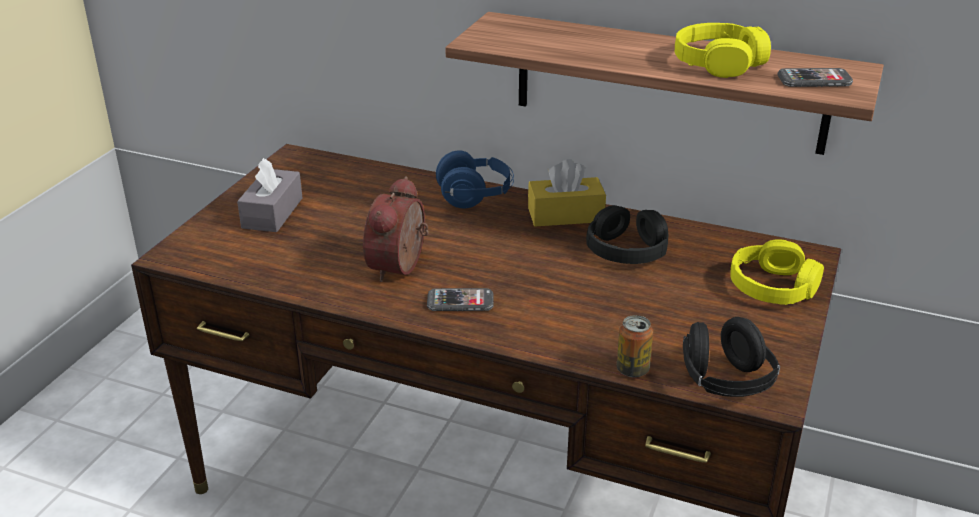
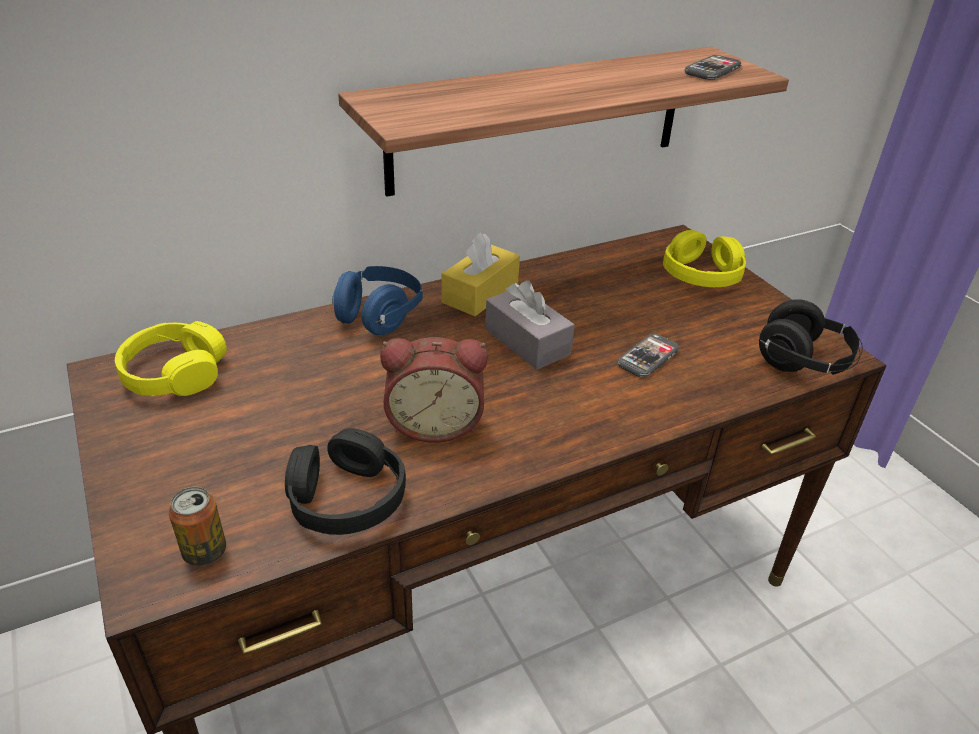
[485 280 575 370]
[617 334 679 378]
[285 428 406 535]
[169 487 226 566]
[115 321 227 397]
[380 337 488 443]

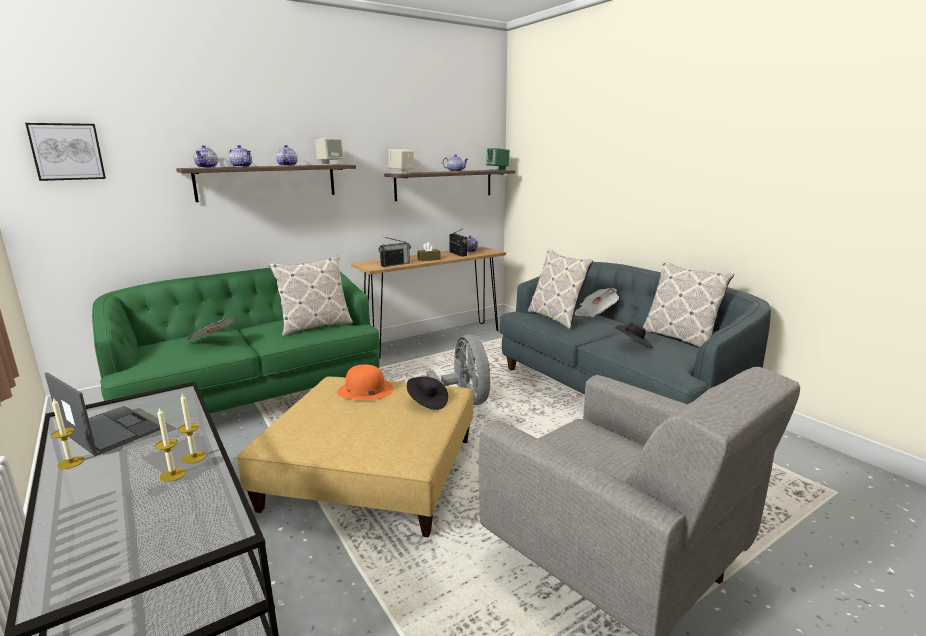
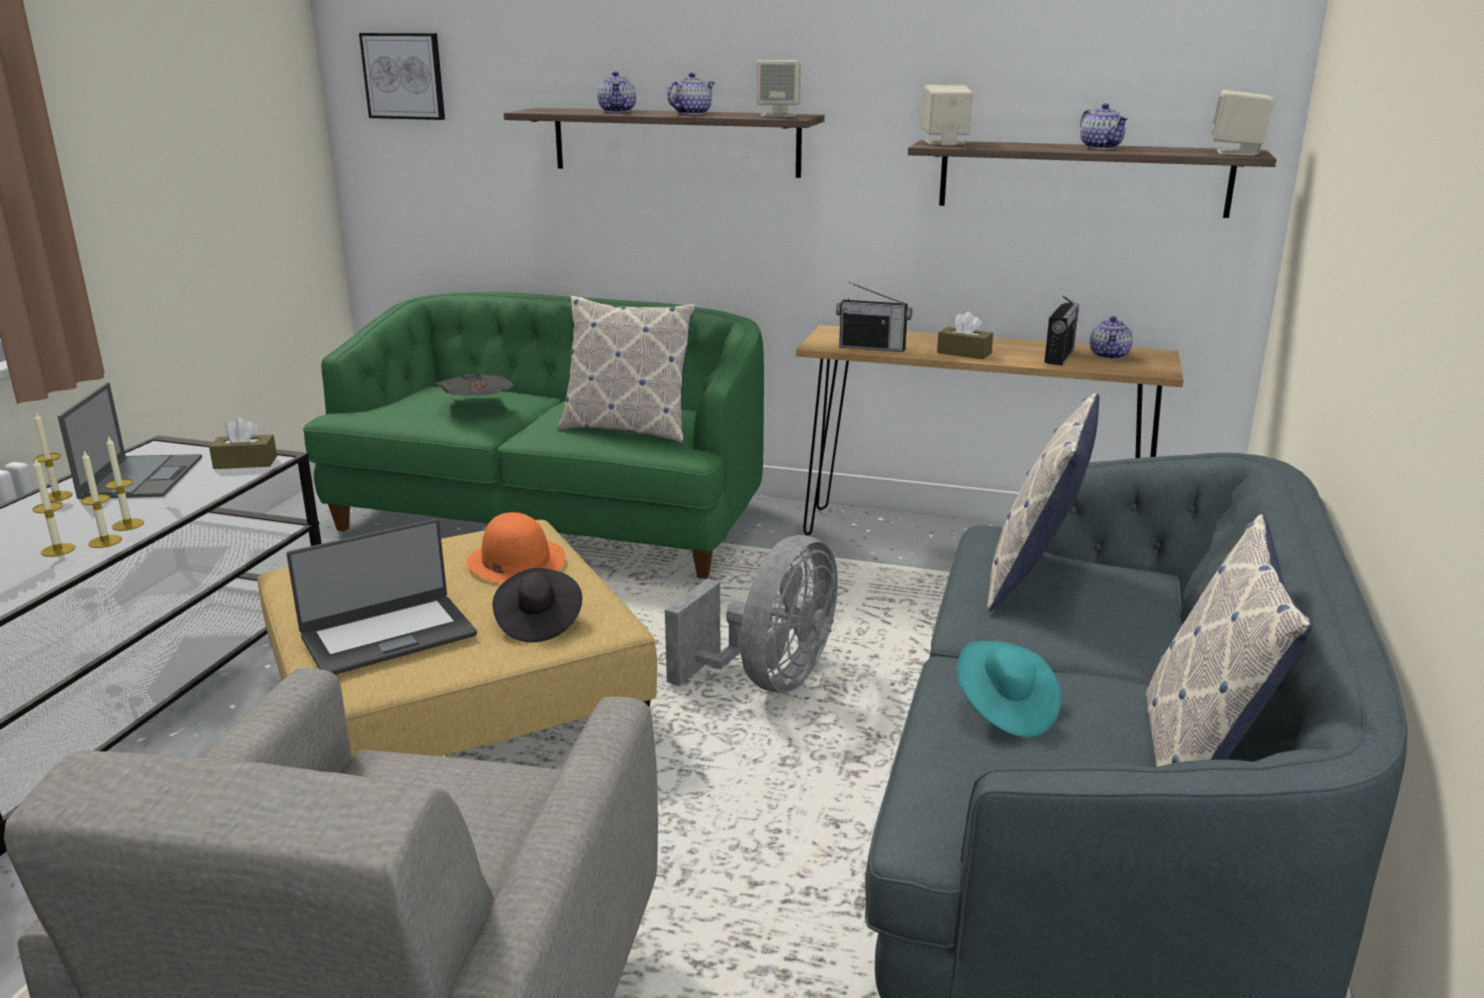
[194 145 218 168] (first image)
[575 288 619 317] (first image)
[105 436 144 531]
[209 417 277 469]
[287 519 477 675]
[1210 90 1274 155]
[957 641 1061 737]

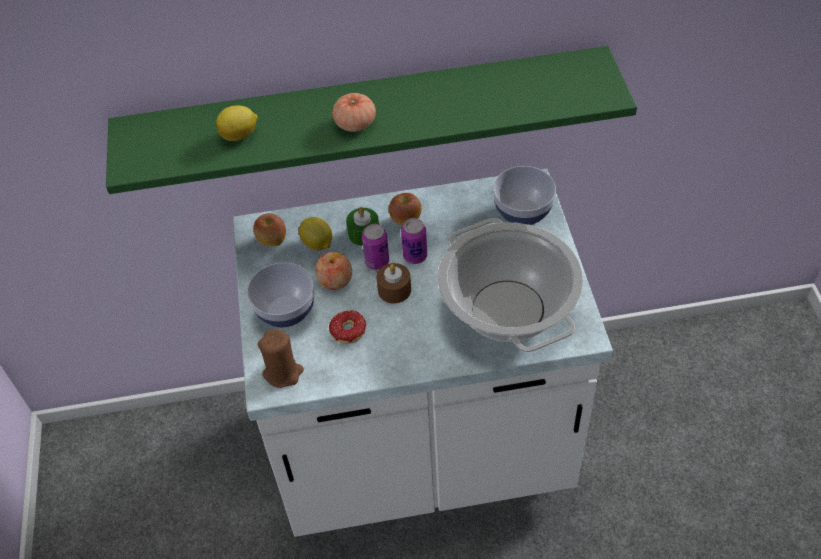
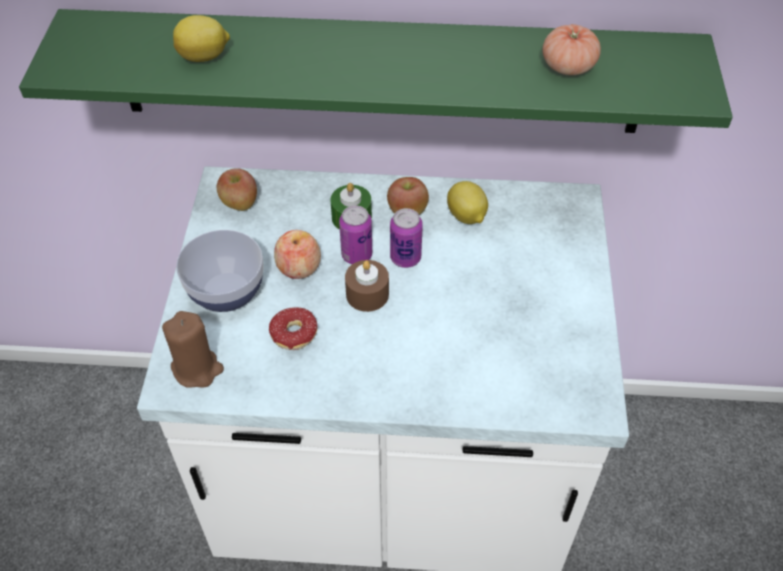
[438 218 583 352] (first image)
[493 166 556 225] (first image)
[447 181 488 224]
[542 24 601 75]

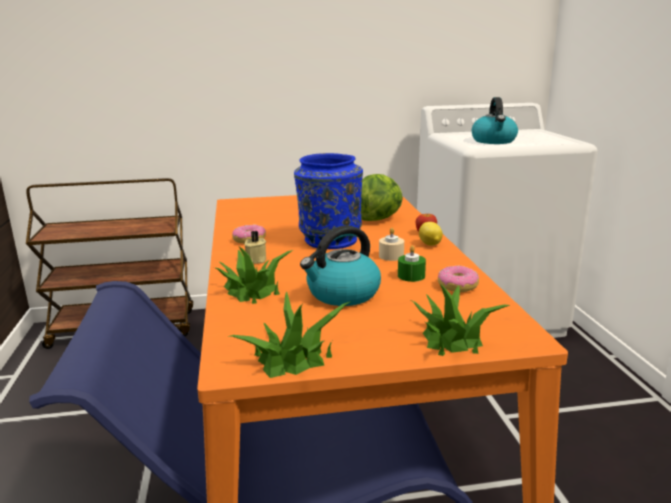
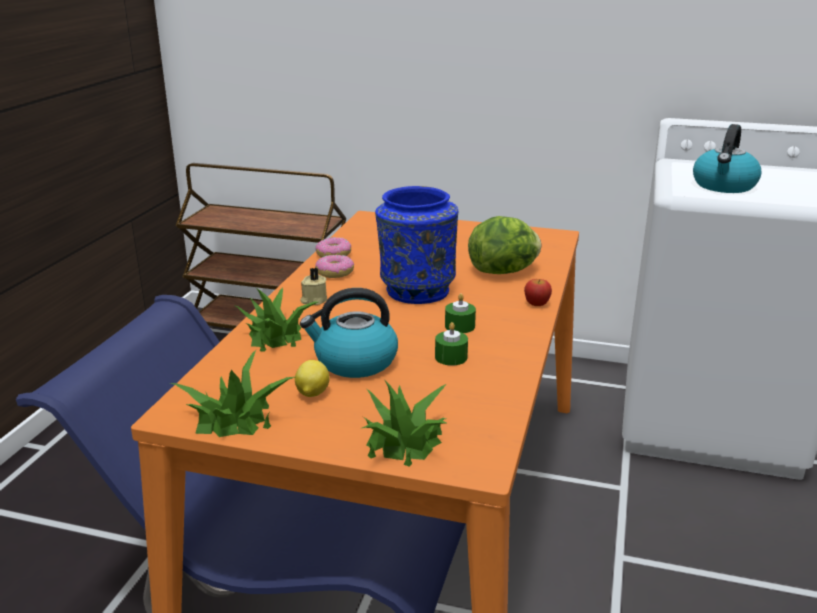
[295 360 330 397]
[316 237 351 258]
[445 293 476 333]

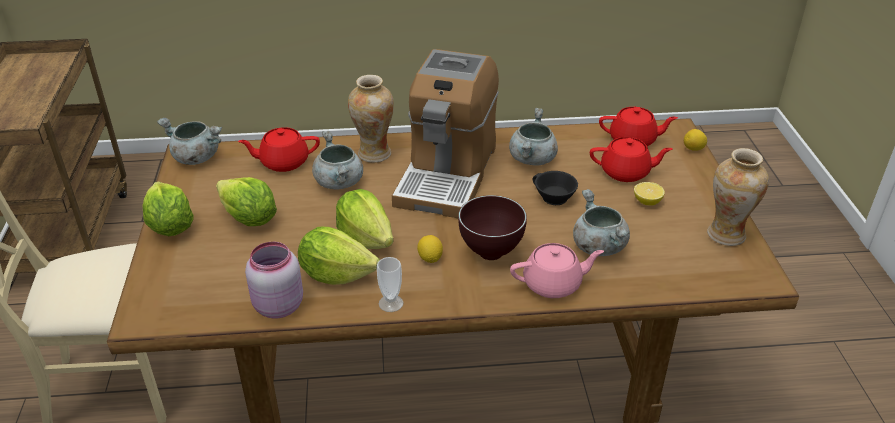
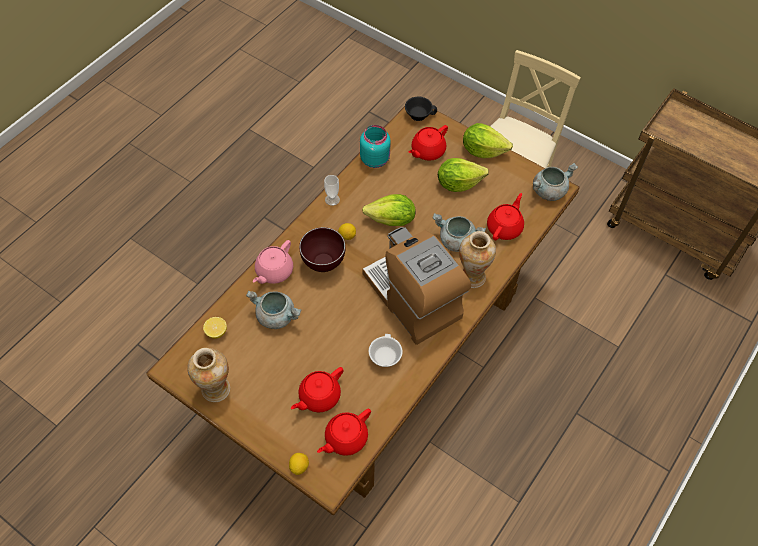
[298 227 380 285] (first image)
[409 125 448 161]
[405 96 437 121]
[203 317 227 339]
[369 334 402 367]
[360 125 391 168]

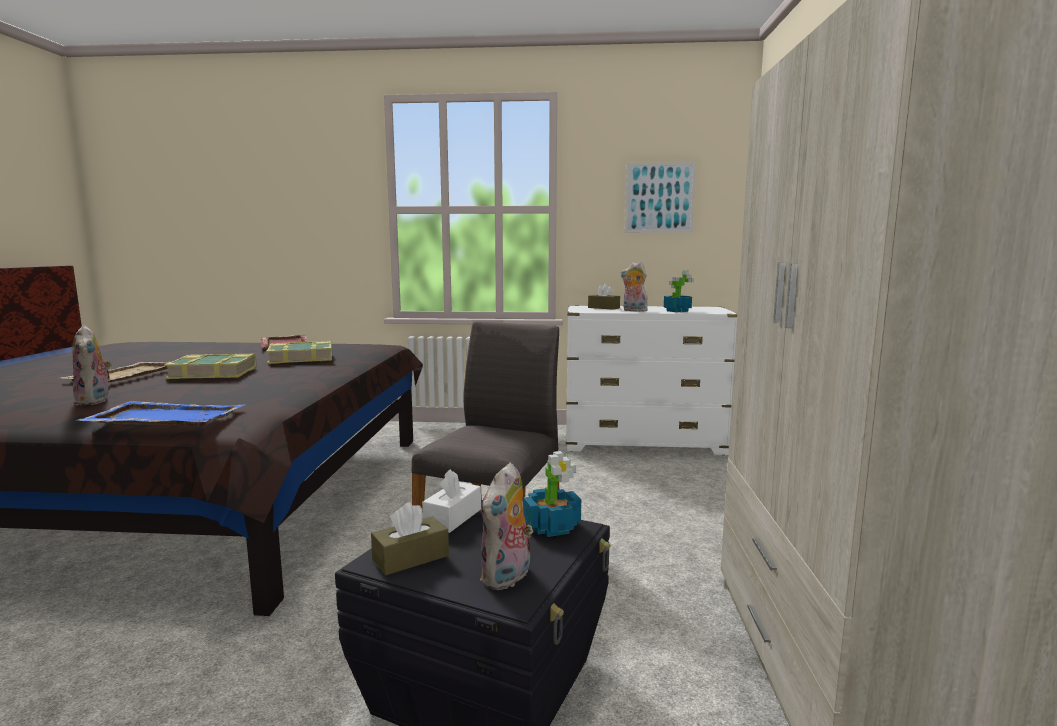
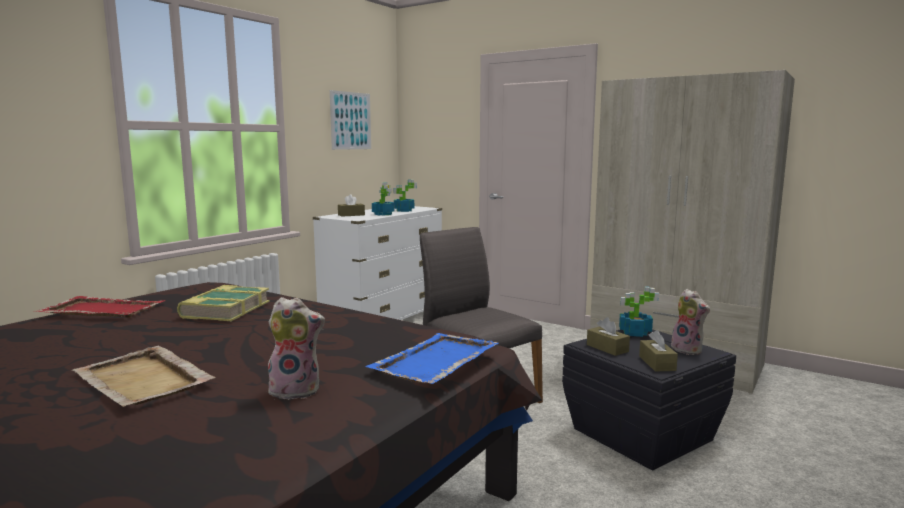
[164 354 256 379] (first image)
[372 182 395 216]
[587 317 630 356]

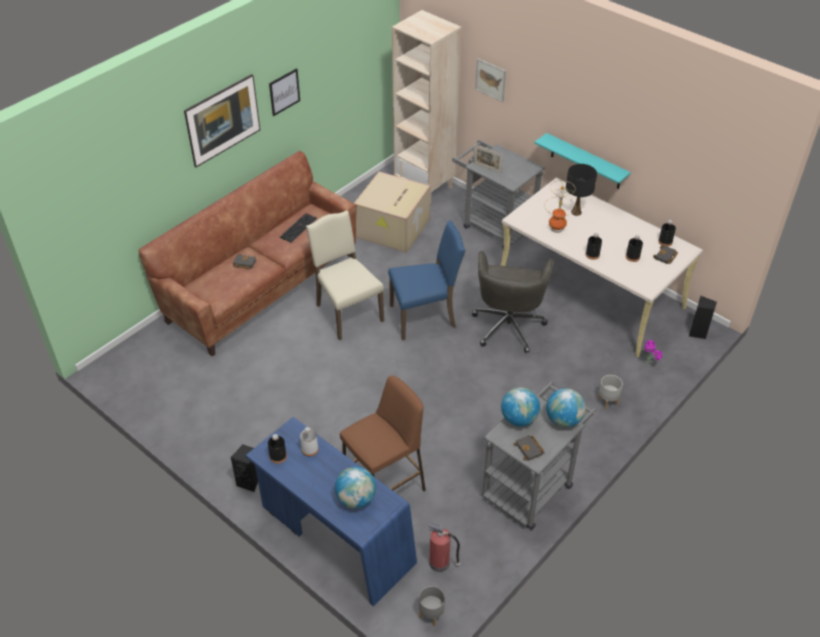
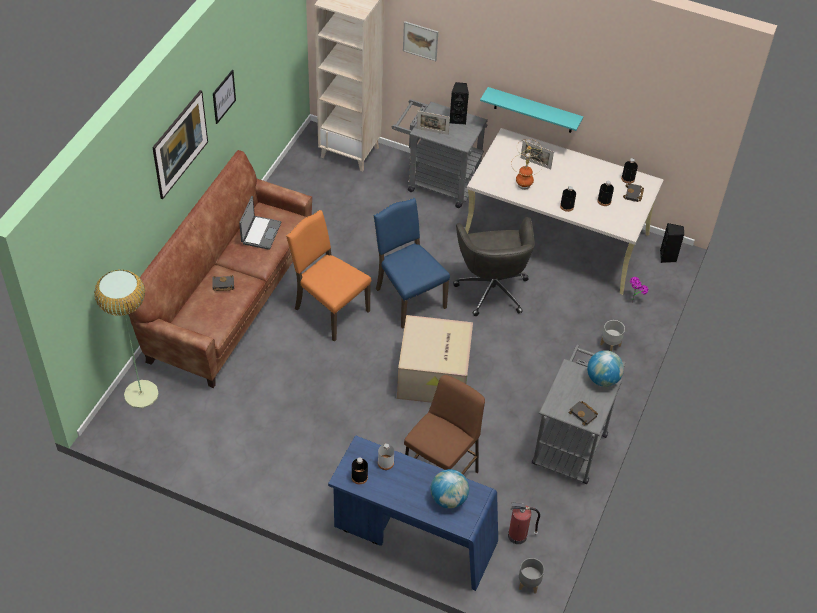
[501 387 540 427] (first image)
[94 269 159 408]
[450 82 469 125]
[397 315 473 403]
[239 196 282 250]
[521 140 554 169]
[286 210 371 342]
[373 198 450 329]

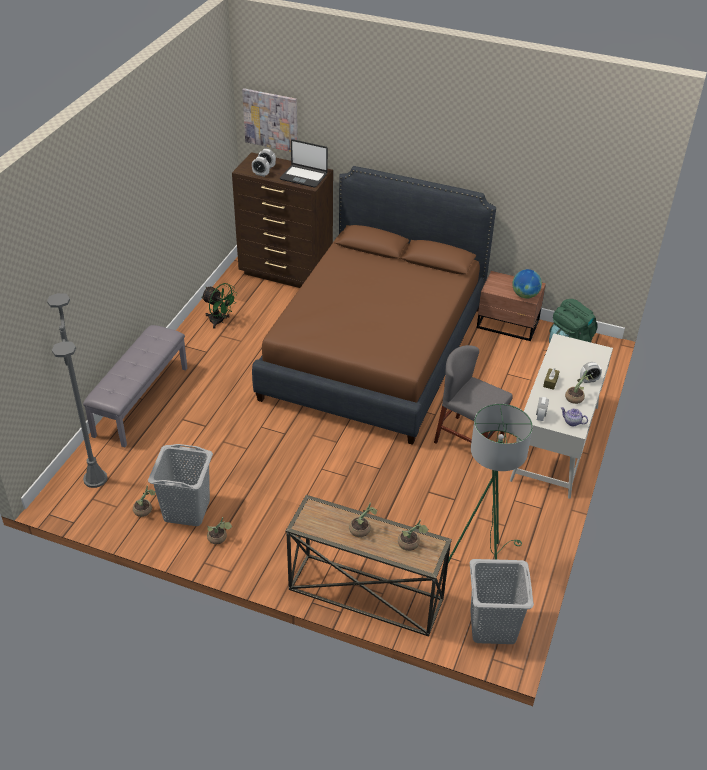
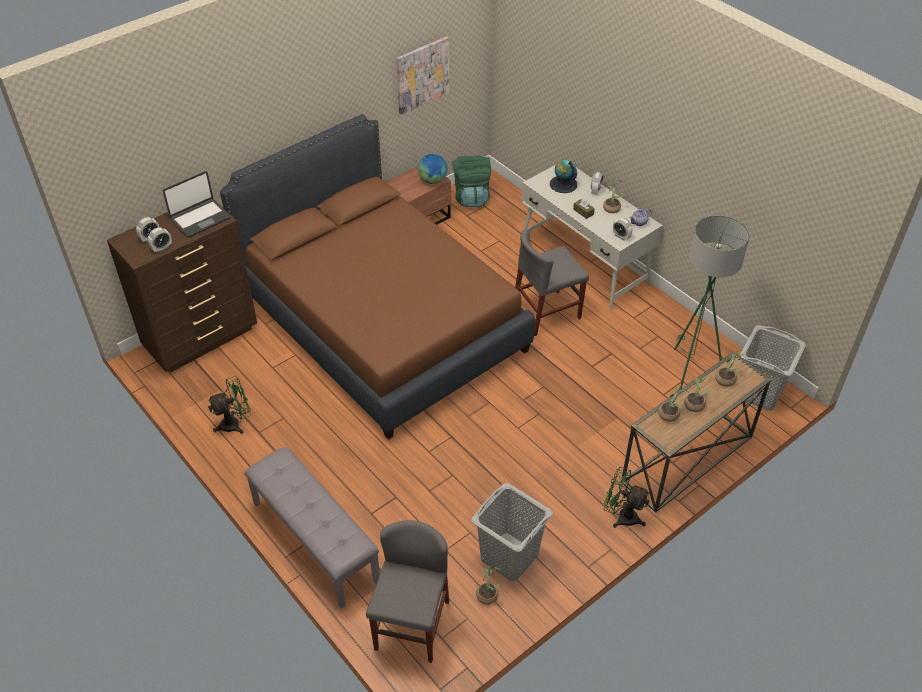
[550 159 577 193]
[604 467 650 528]
[658 385 690 422]
[396 36 449 115]
[366 520 449 663]

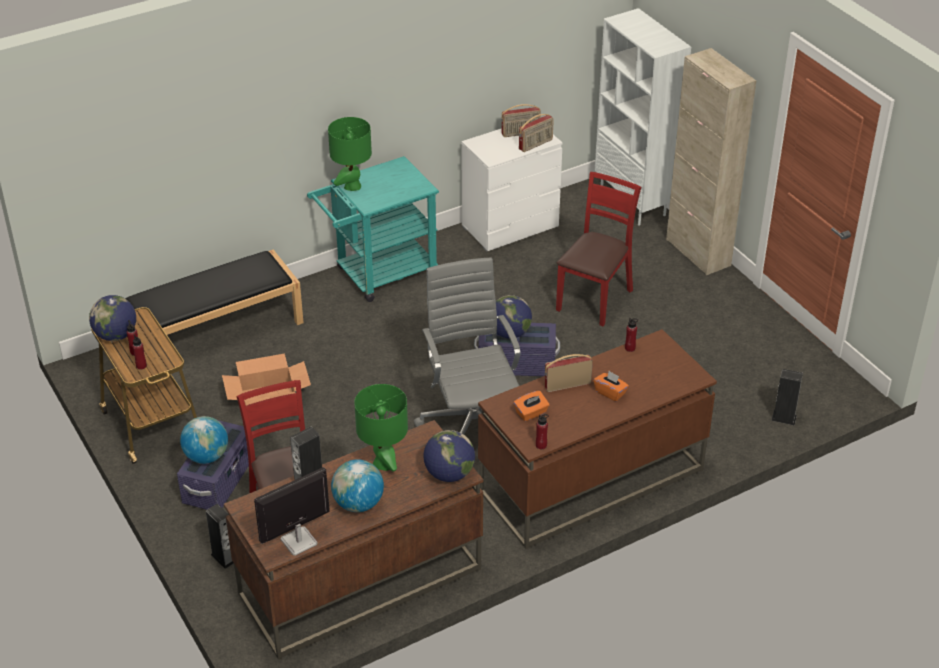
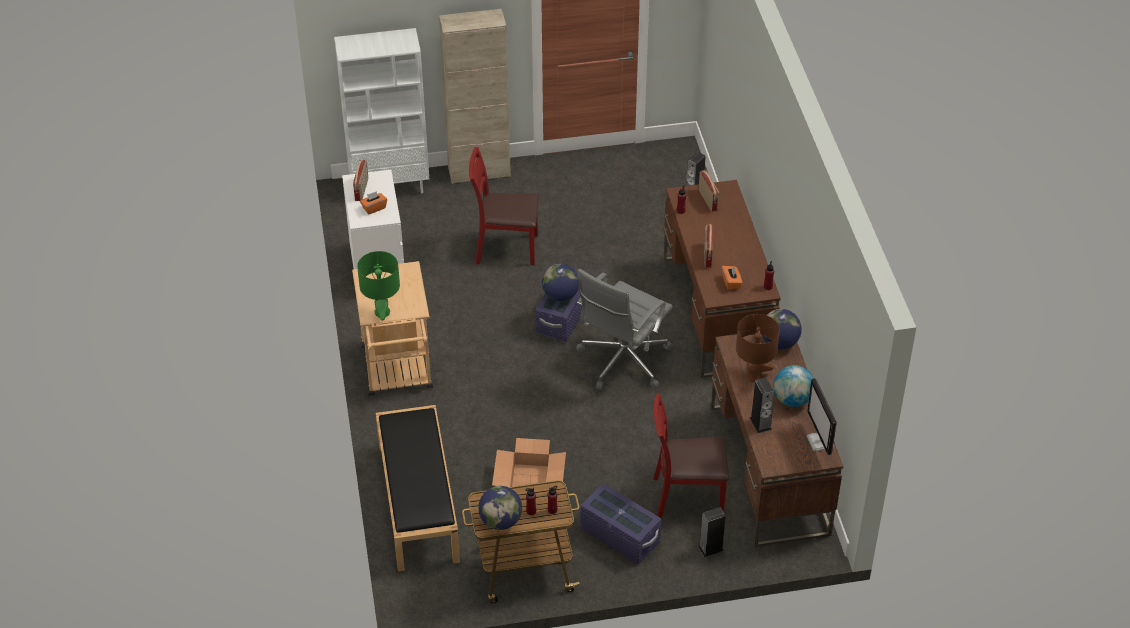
[180 416 228 464] (first image)
[699 170 719 212]
[360 191 387 214]
[352 261 433 396]
[736 314 780 383]
[576 269 673 390]
[469 147 539 266]

